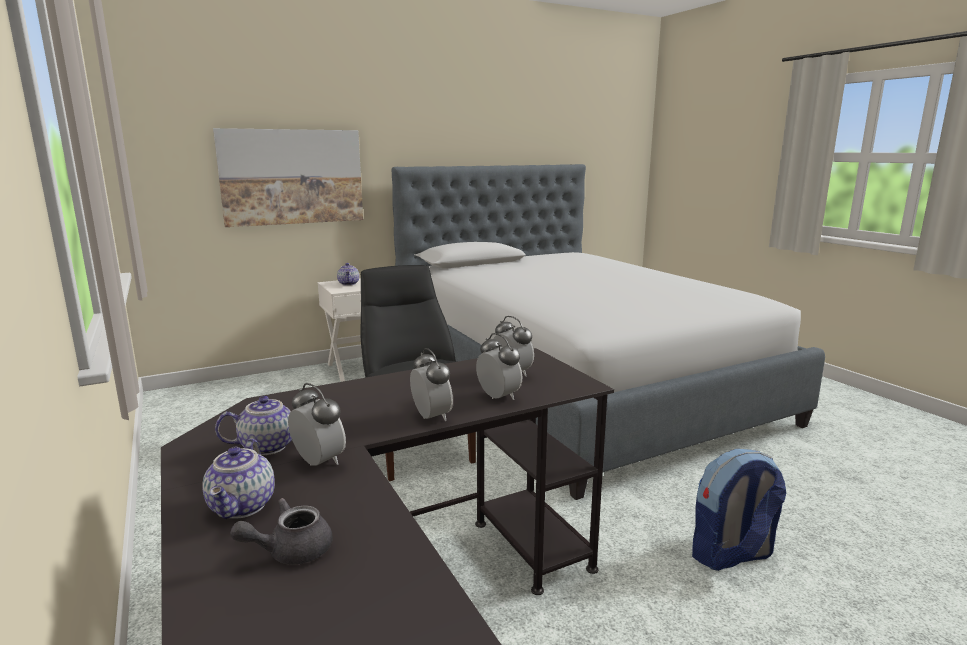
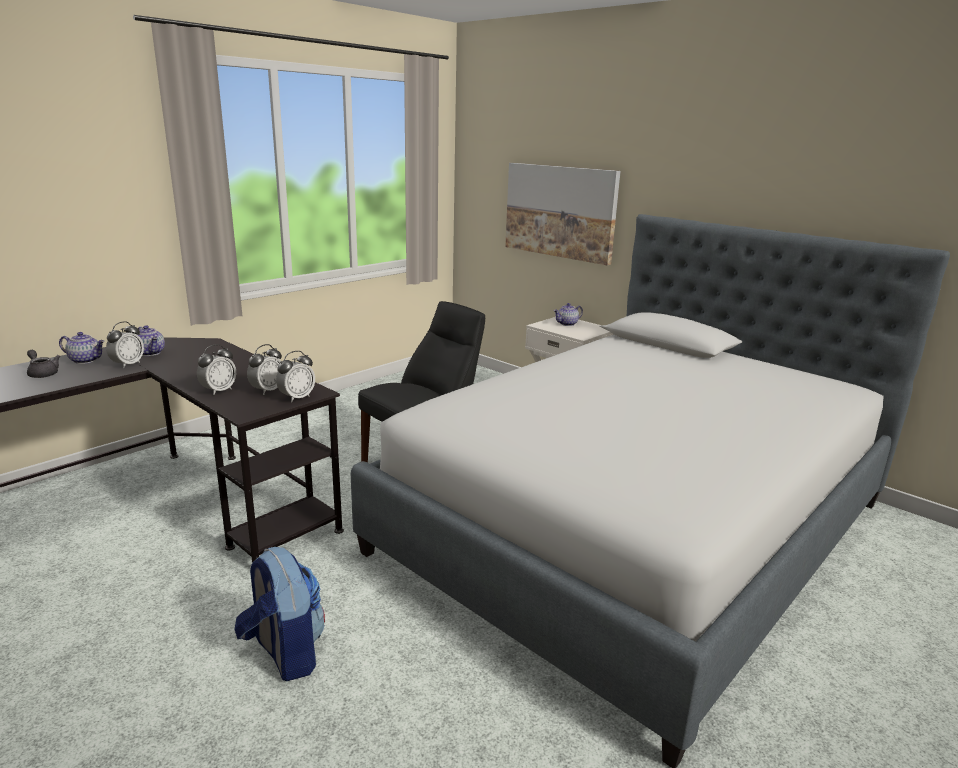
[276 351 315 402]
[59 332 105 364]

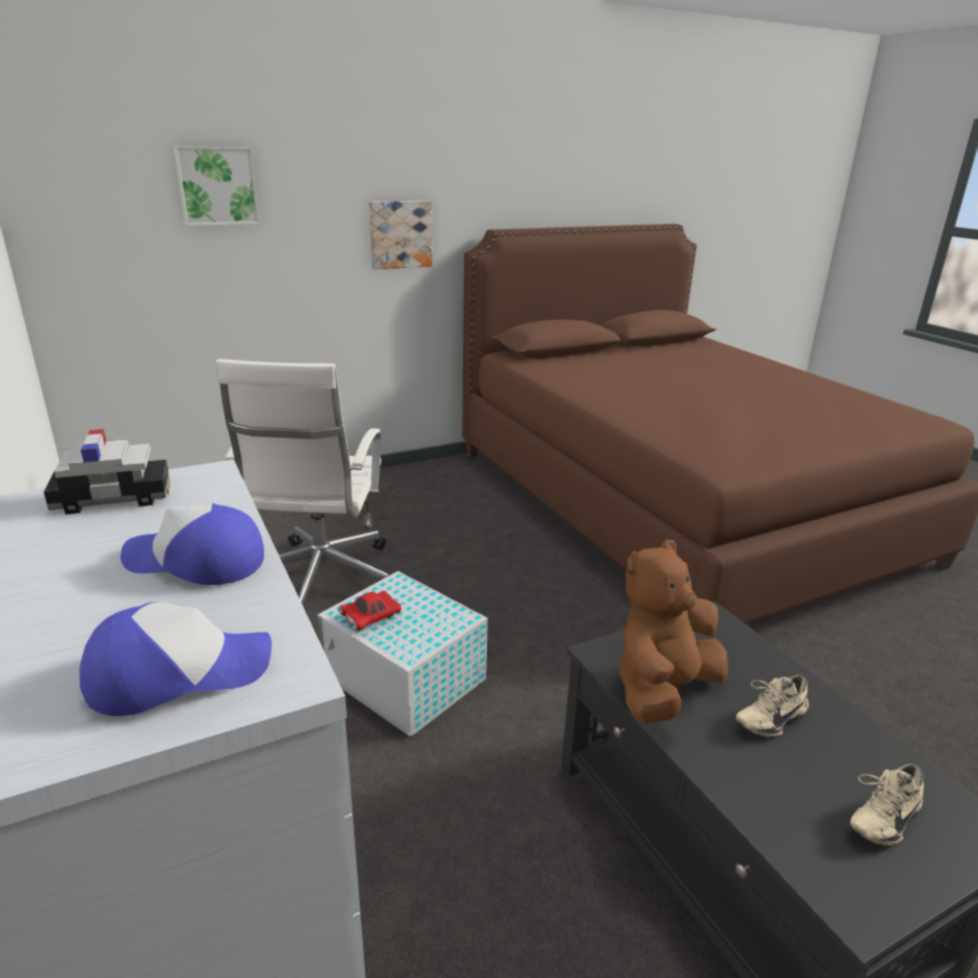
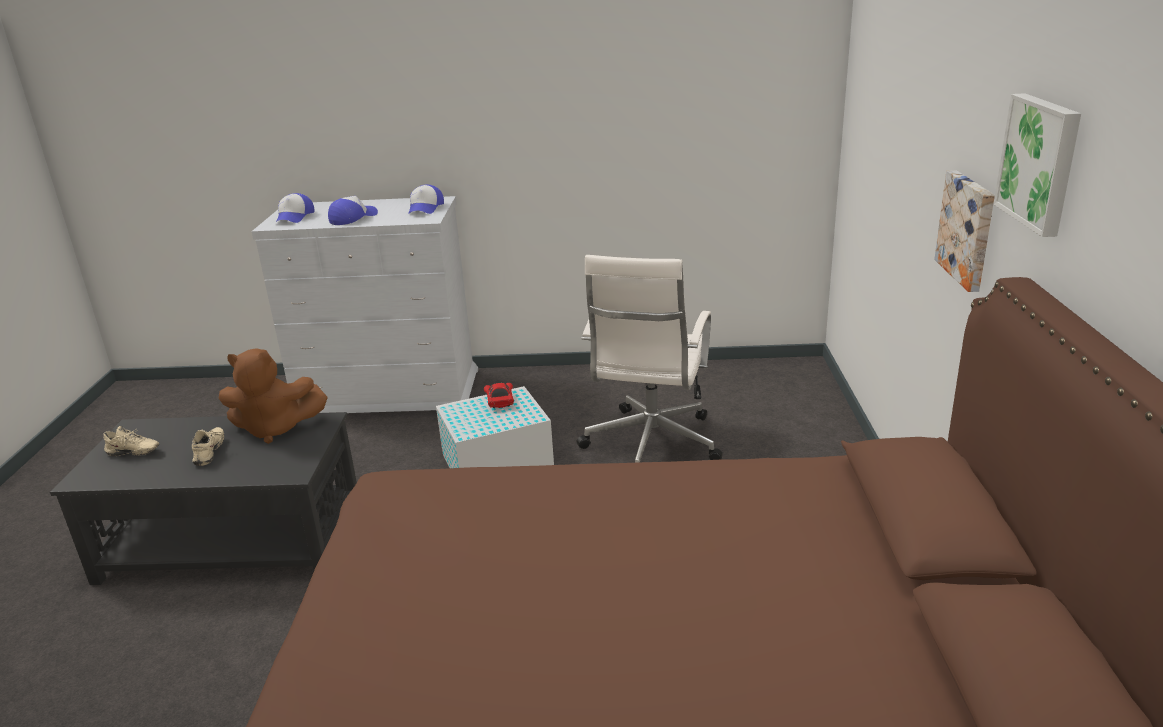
[994 93 1081 237]
[408 185 444 214]
[577 255 723 463]
[219 348 328 444]
[103 426 159 456]

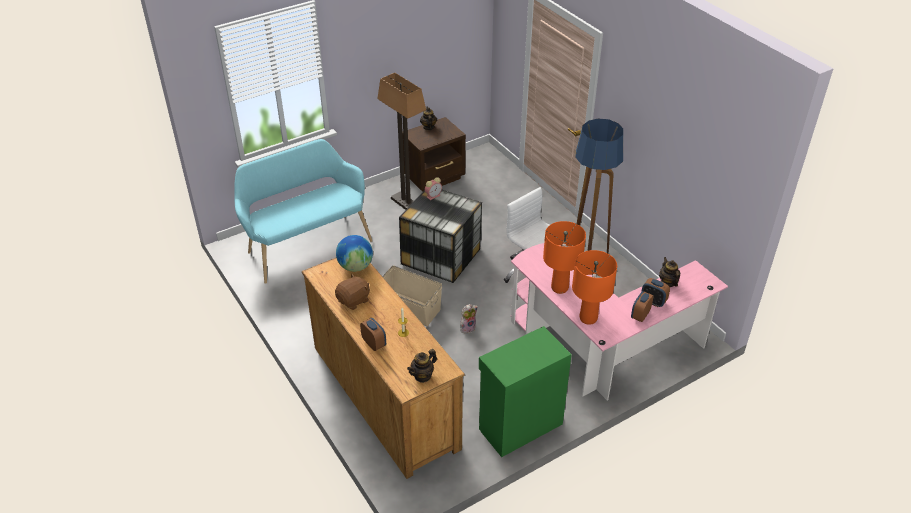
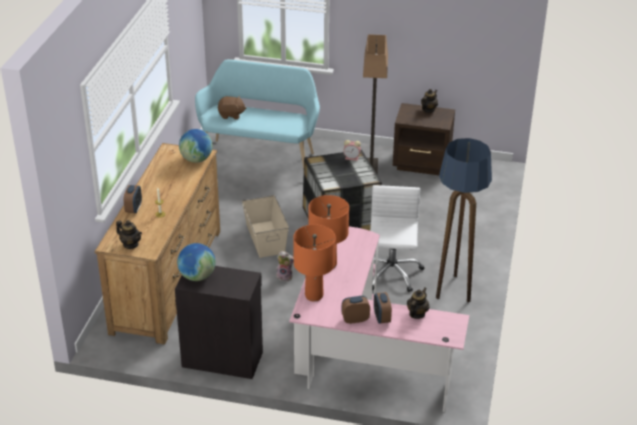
[177 243 215 281]
[217 96 246 119]
[175 266 263 379]
[116 220 142 249]

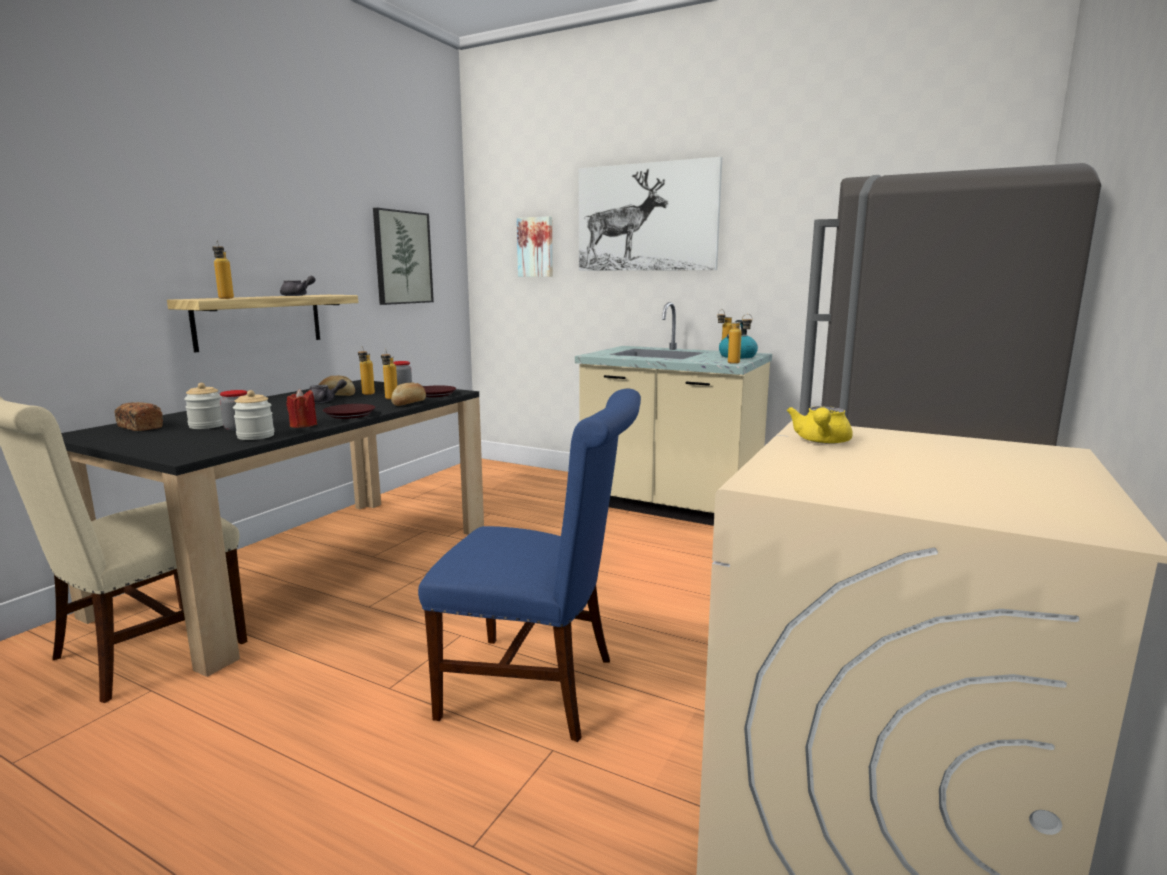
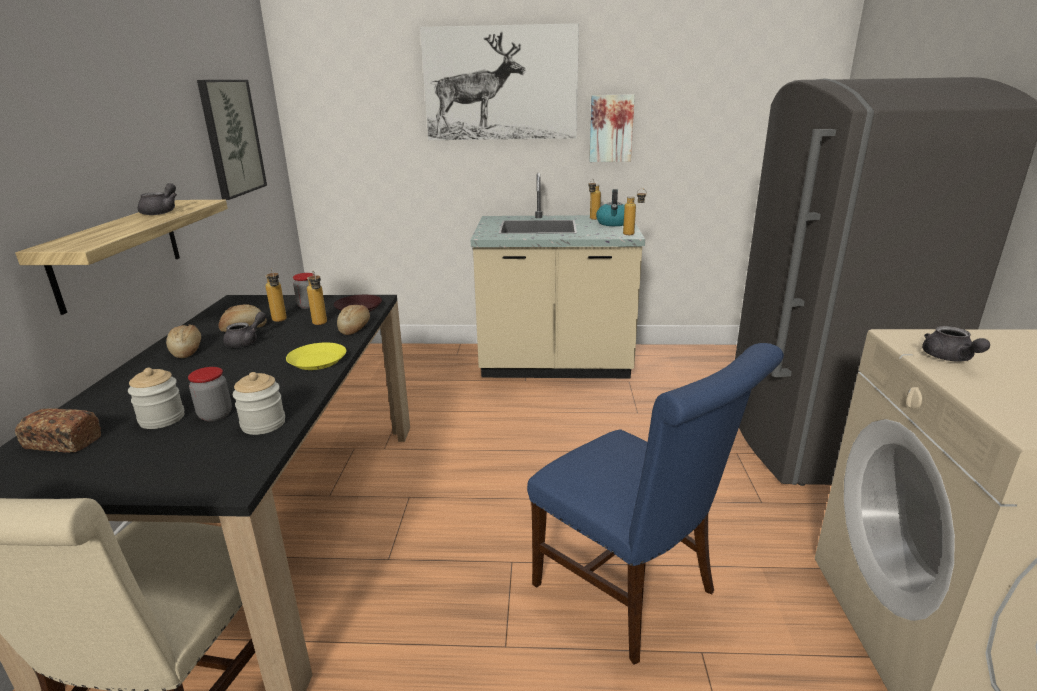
[212 240 234 299] (first image)
[286 389 317 428] (first image)
[166 324 201 358]
[589 94 635 162]
[286 343 346 370]
[922 326 990 362]
[527 343 784 665]

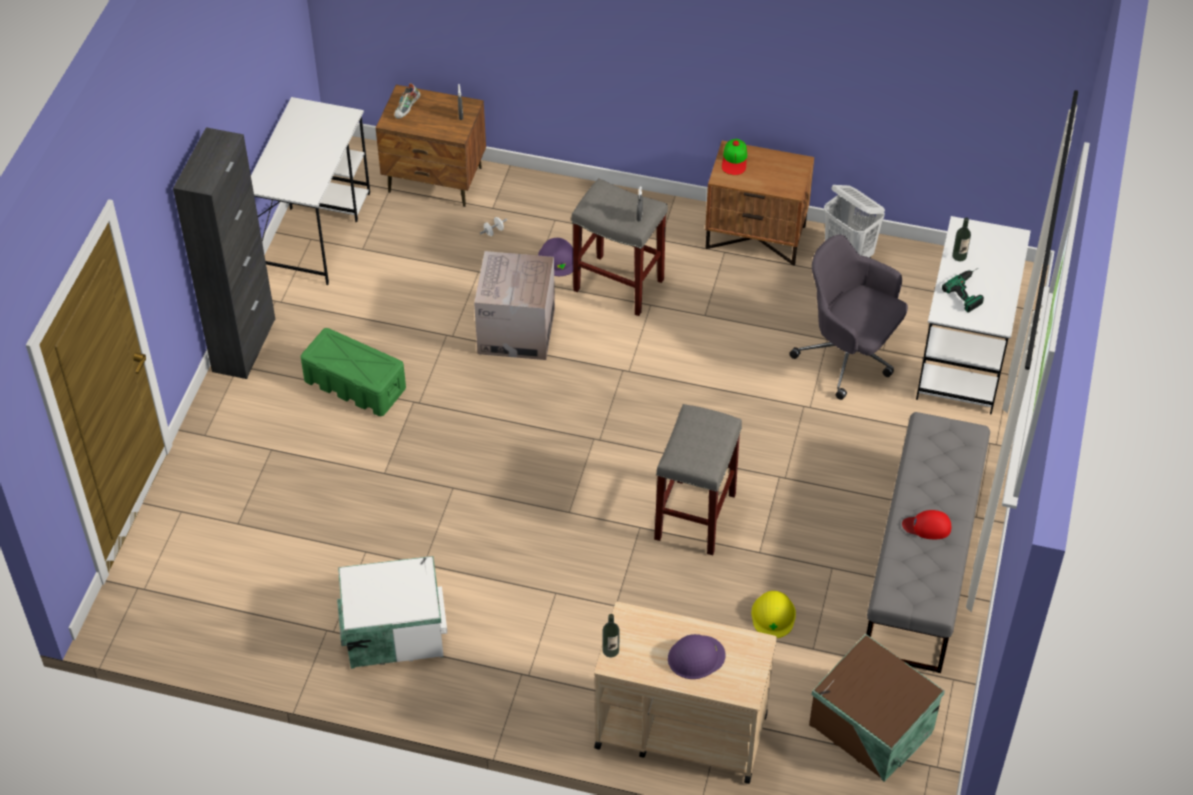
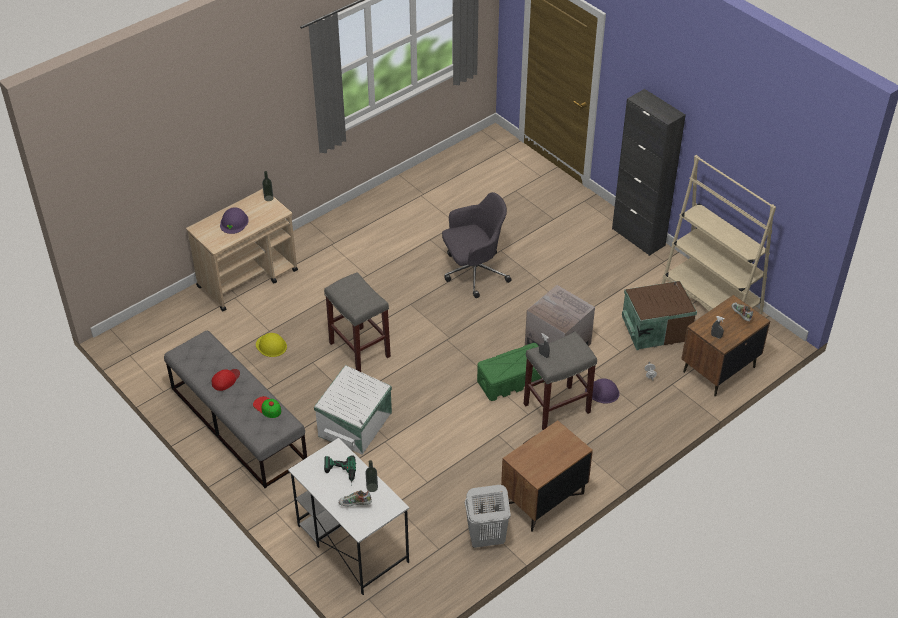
[339 490 372 506]
[477 343 544 401]
[314 365 392 455]
[253 396 281 418]
[442 192 512 298]
[622 281 697 350]
[662 155 776 314]

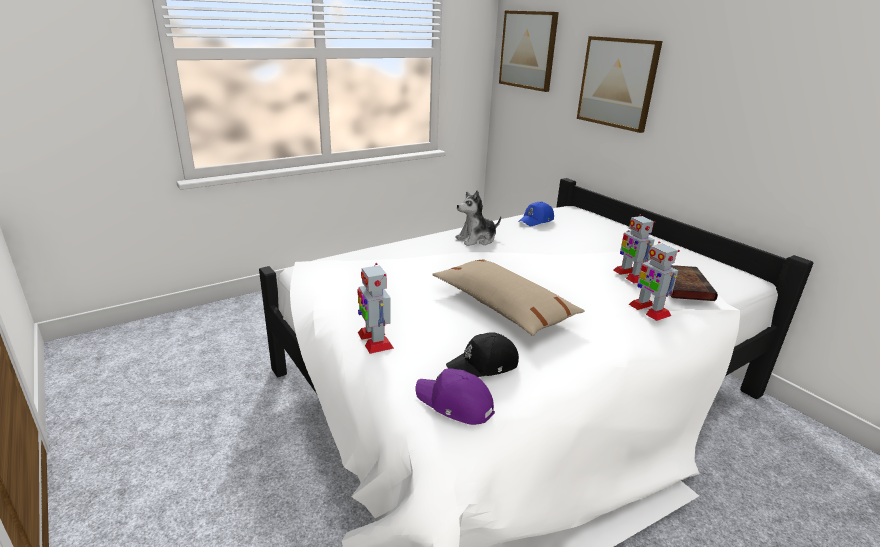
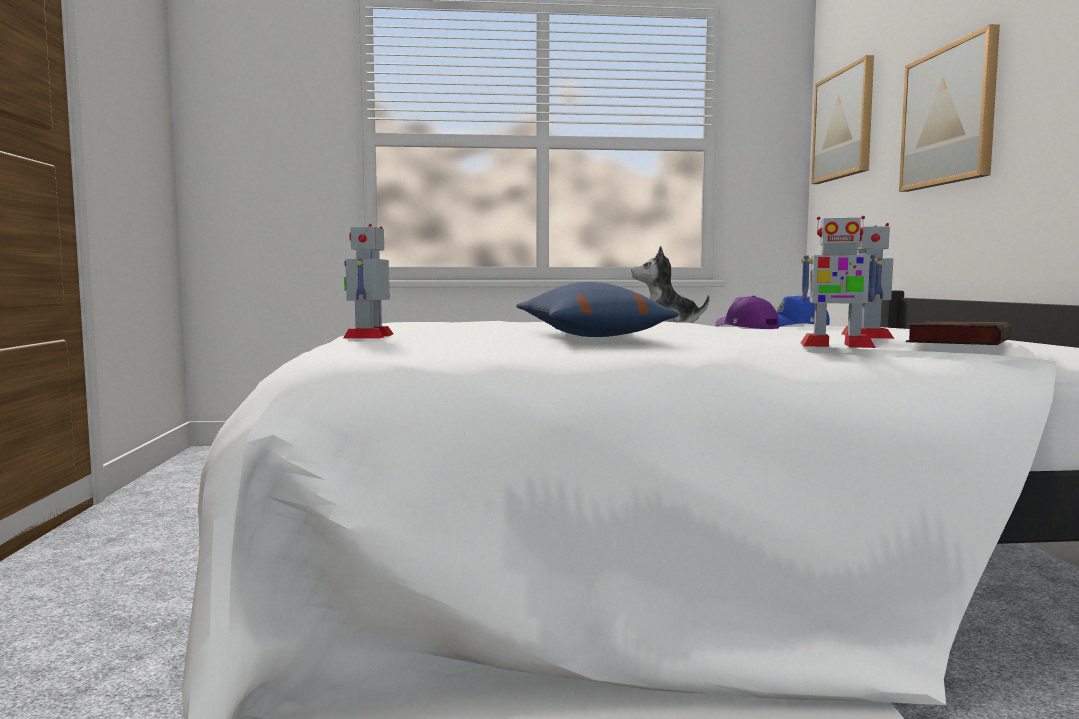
[446 332 519 377] (first image)
[715 296 779 329]
[516 282 679 337]
[800 216 878 348]

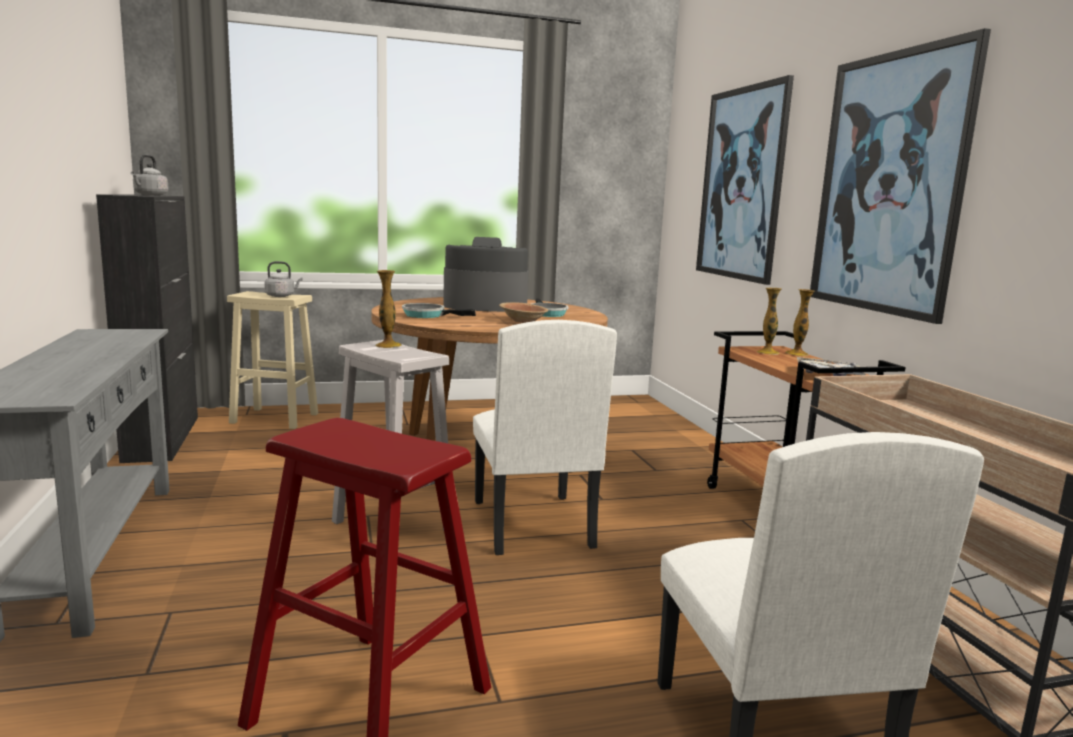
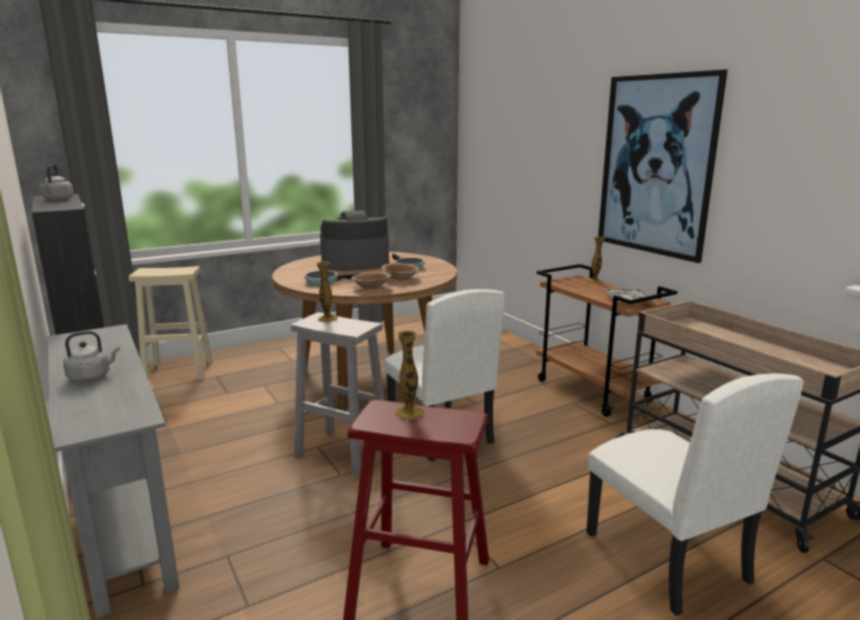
[696 75 794 285] (first image)
[351 272 391 290]
[63 331 120 382]
[395 331 425 419]

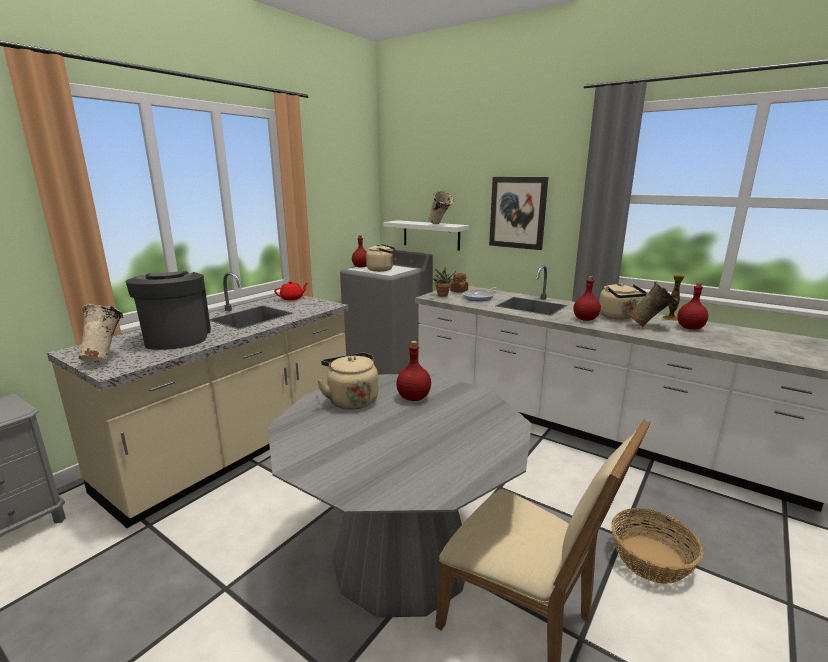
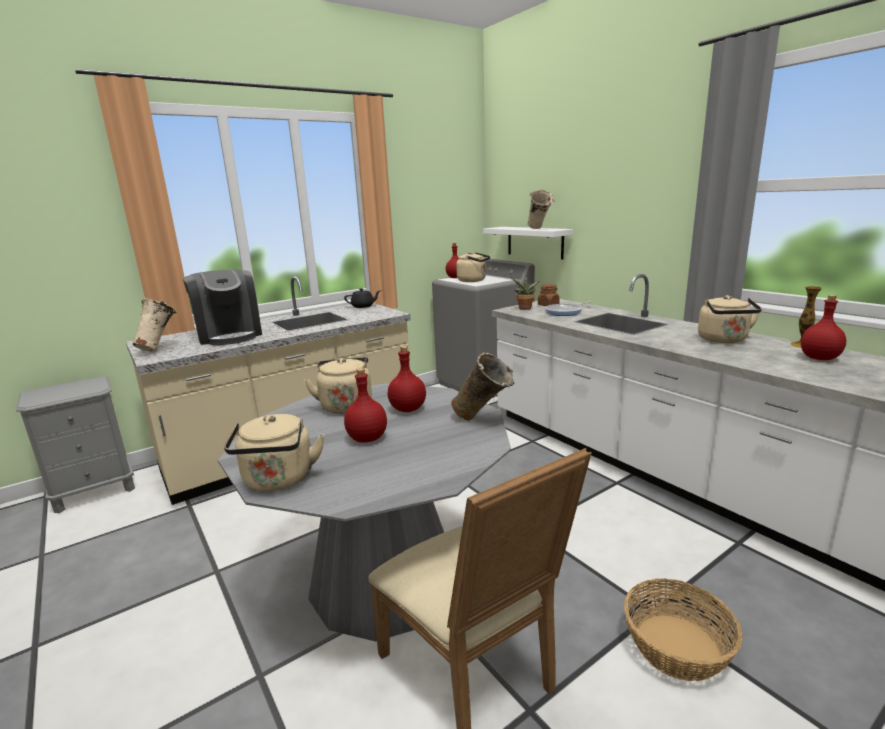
[489 177 548 250] (first image)
[224 414 324 491]
[344 368 387 443]
[452 353 514 420]
[344 288 380 308]
[183 269 262 345]

